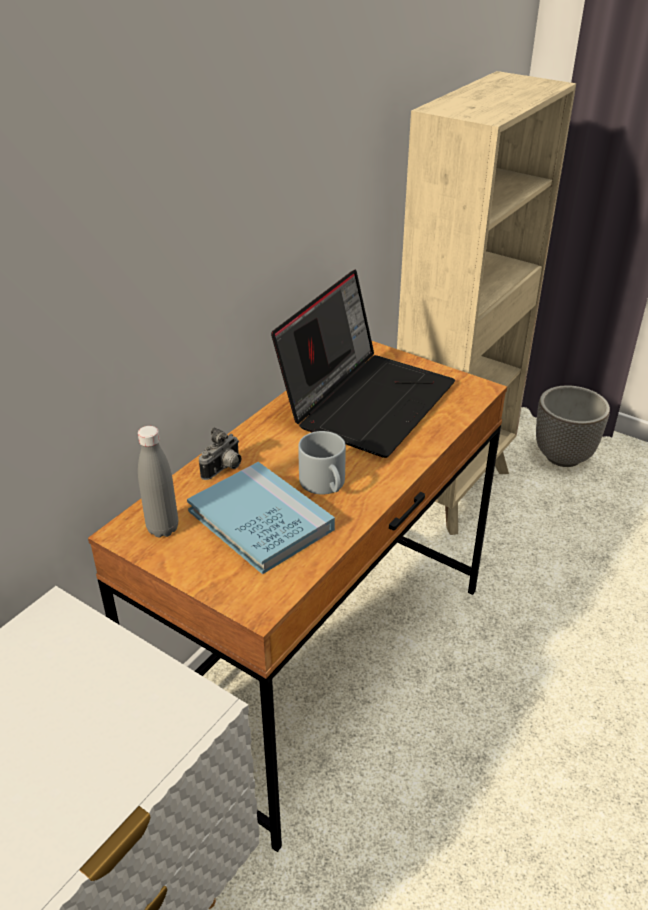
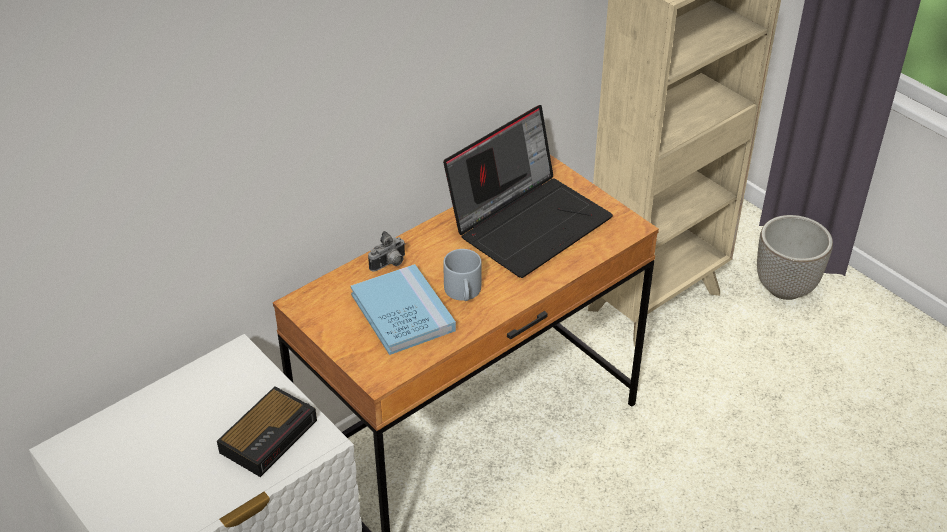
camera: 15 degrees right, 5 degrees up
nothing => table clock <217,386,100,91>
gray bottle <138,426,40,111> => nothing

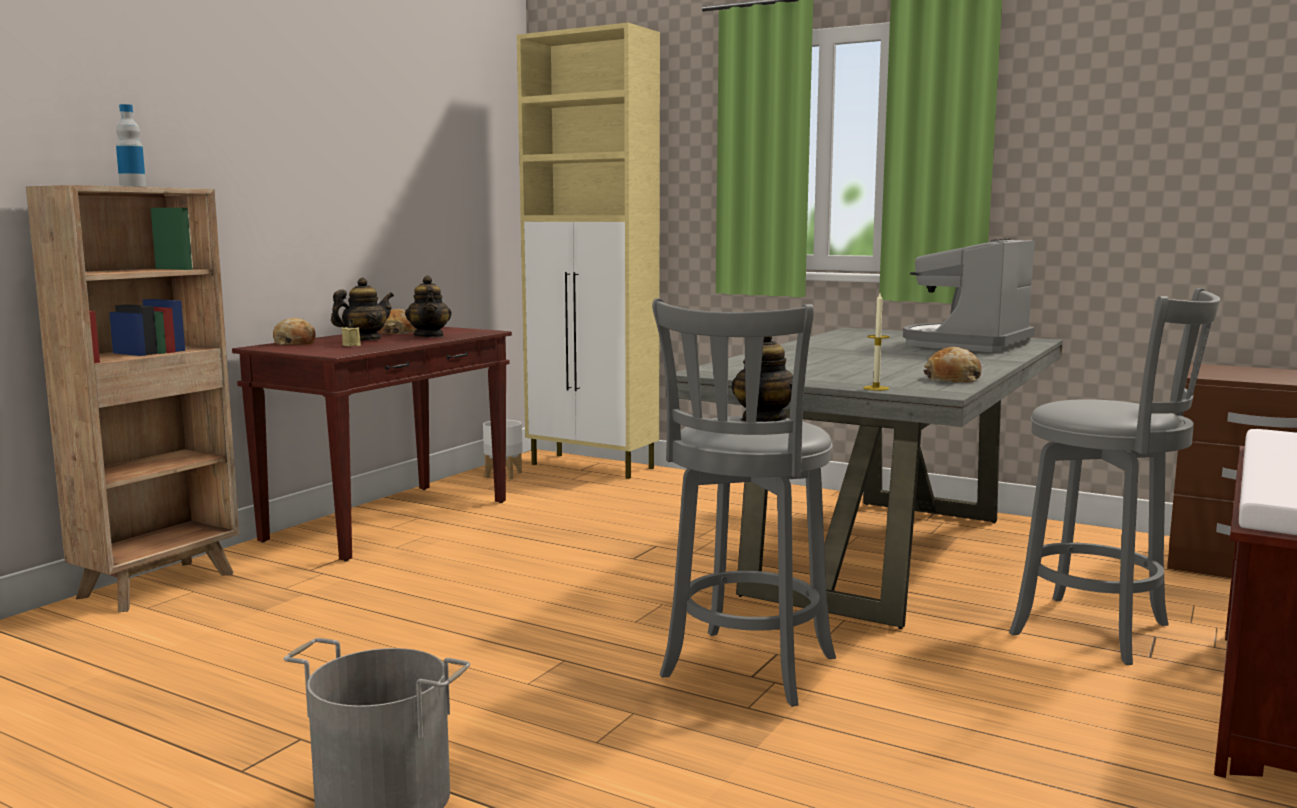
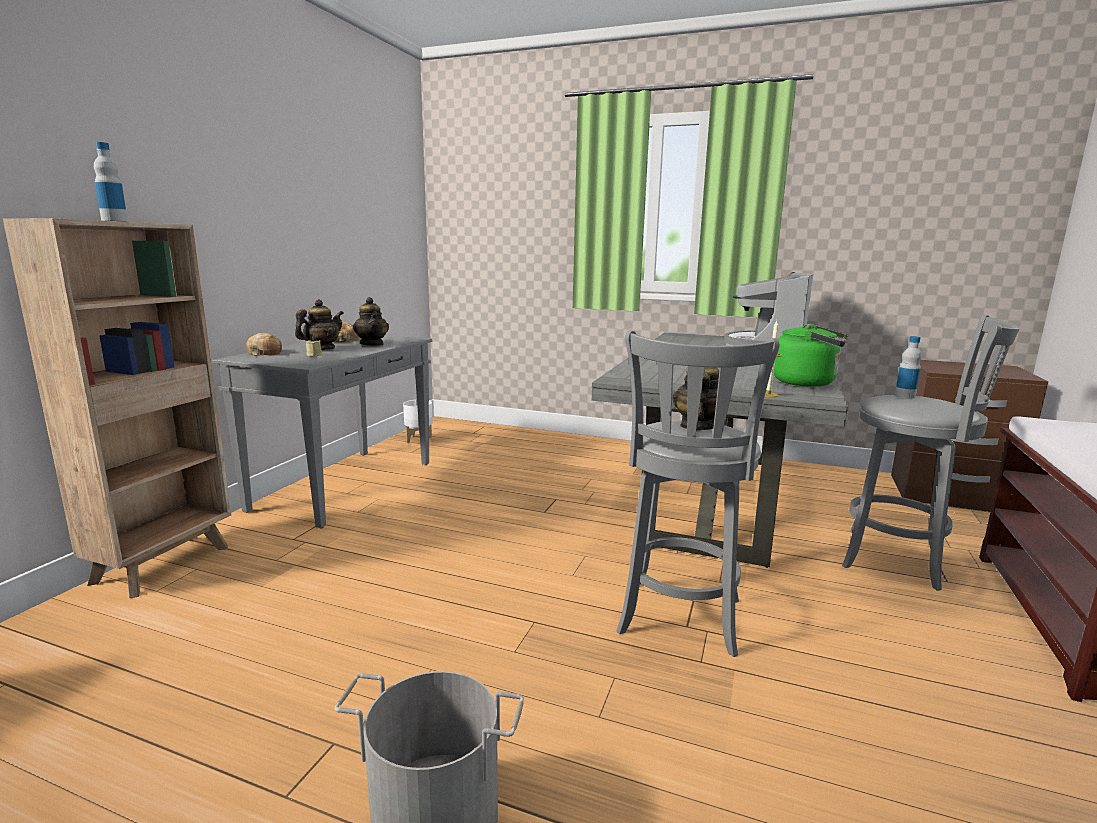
camera: 10 degrees left, 5 degrees up
brownish console table <232,327,280,235> => gray console table <212,335,220,193>
bakery bread <924,347,57,35> => greenish tea kettle <773,324,75,63>
nothing => bottle <895,336,27,63>
beige storage cabinet <517,23,143,456> => nothing

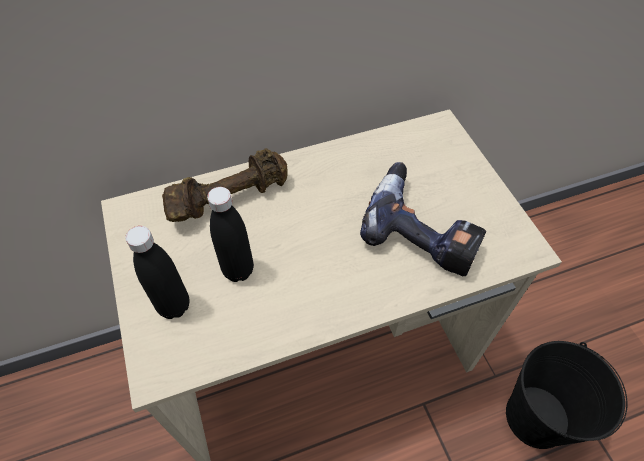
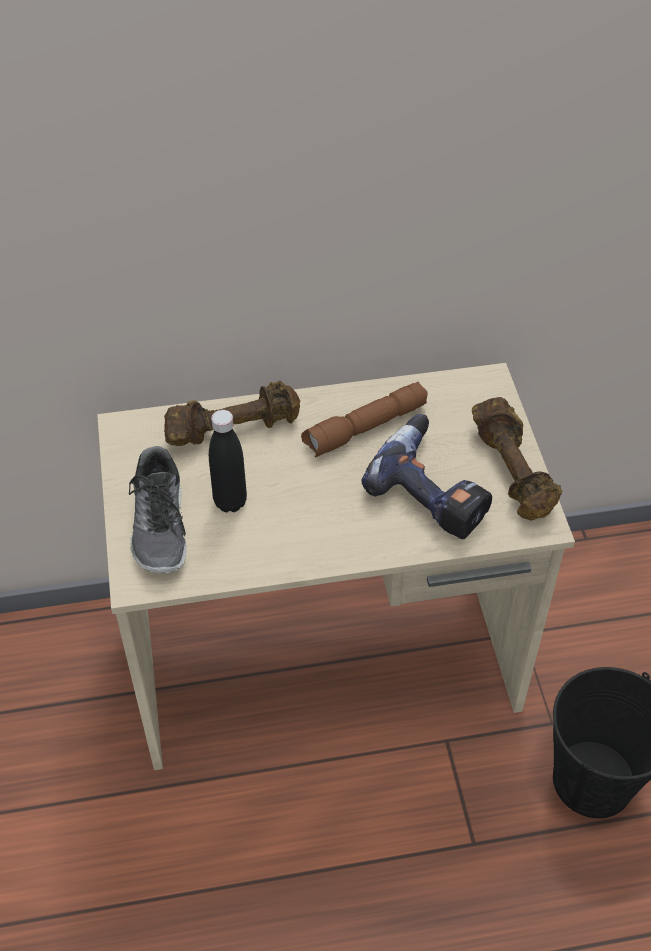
camera: 10 degrees right, 5 degrees down
blackish bottle <125,226,65,93> => item of footwear <129,446,57,127>
nothing => brownish torch <301,382,127,76>
nothing => brownish free weight <472,397,90,123>

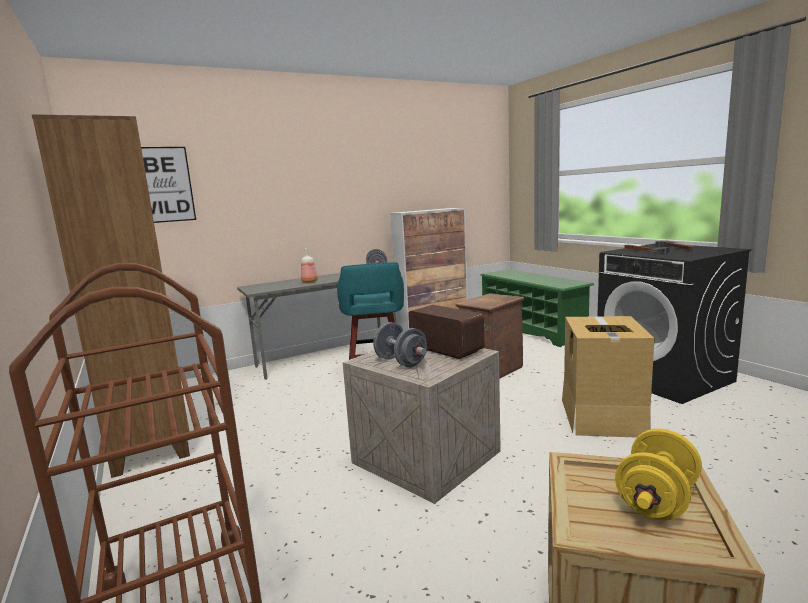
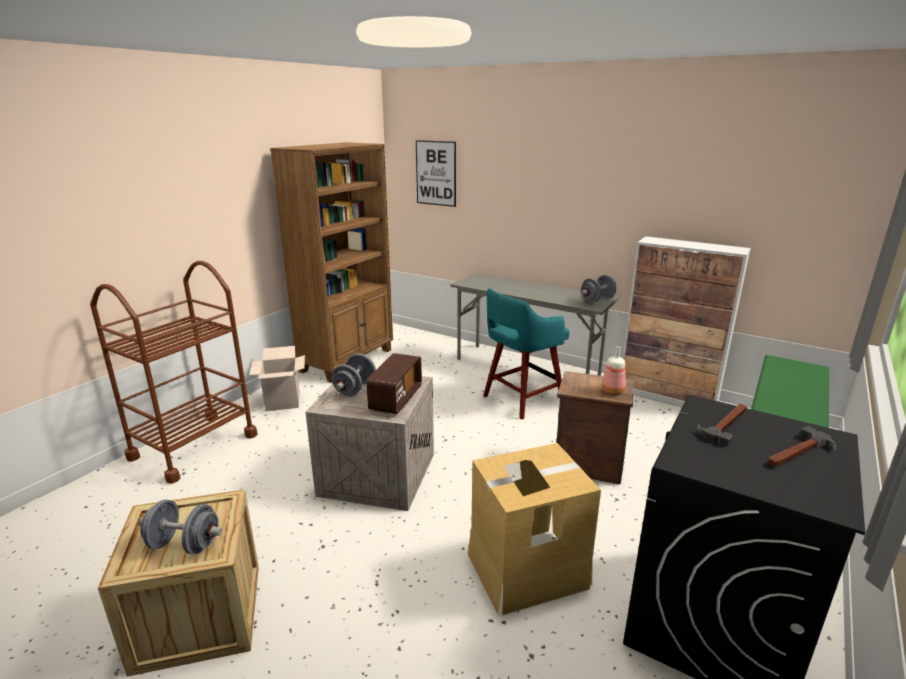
camera: 60 degrees right, 10 degrees up
yellow-coloured free weight <615,429,87,91> => gray free weight <138,500,84,54>
nothing => packing box <249,346,56,65>
bottle <301,248,17,35> => bottle <601,346,25,48>, move

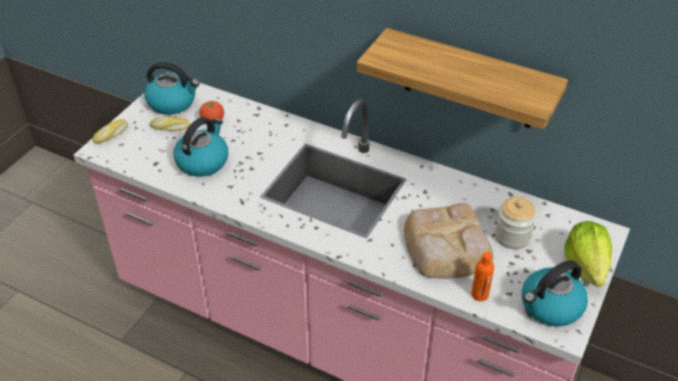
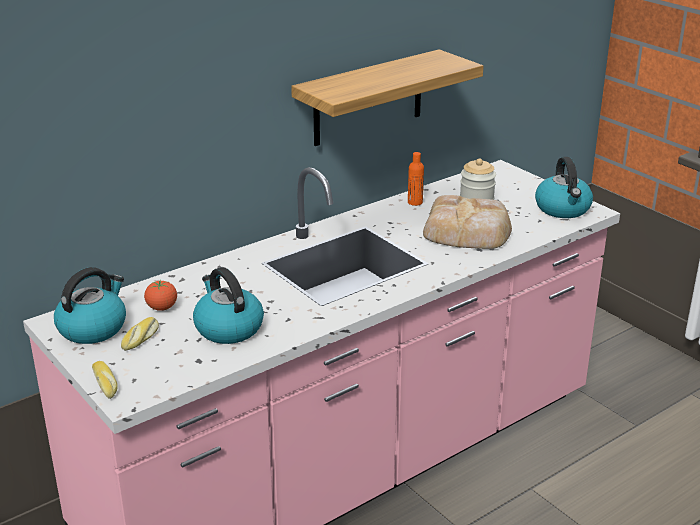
camera: 65 degrees left, 15 degrees down
orangey bottle <471,252,23,49> => orangey bottle <408,152,16,54>, move
head of lettuce <564,221,48,65> => nothing

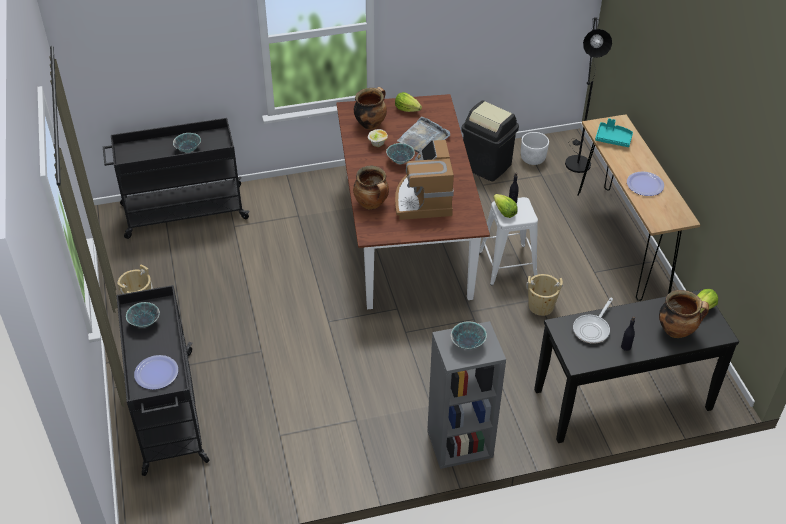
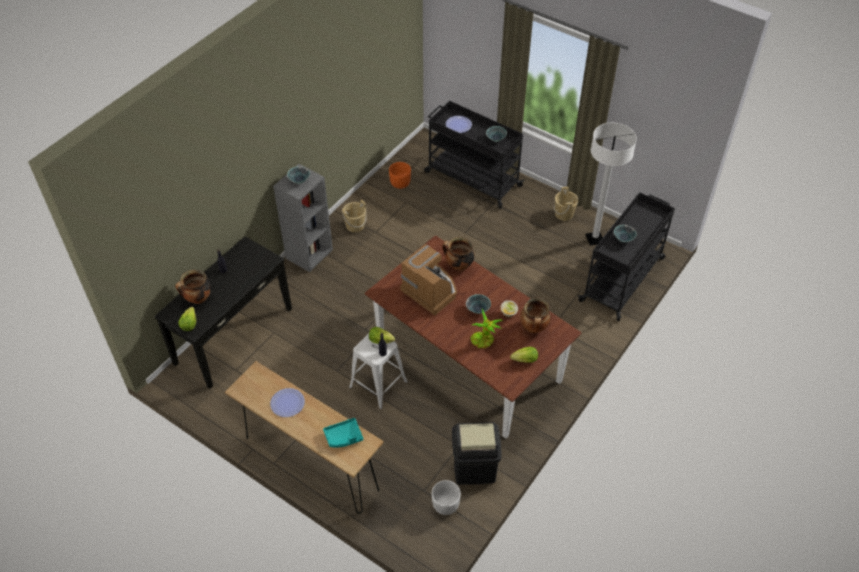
camera: 140 degrees right, 5 degrees up
beige bucket <526,274,37,42> => beige bucket <342,200,25,32>, move
nothing => orangey flower pot <389,162,22,27>
gray serving tray <397,116,53,37> => houseplant <471,309,32,39>
nothing => white-coloured standard lamp <585,123,52,123>
blackish standard lamp <565,17,47,156> => nothing
pan <573,298,40,46> => nothing

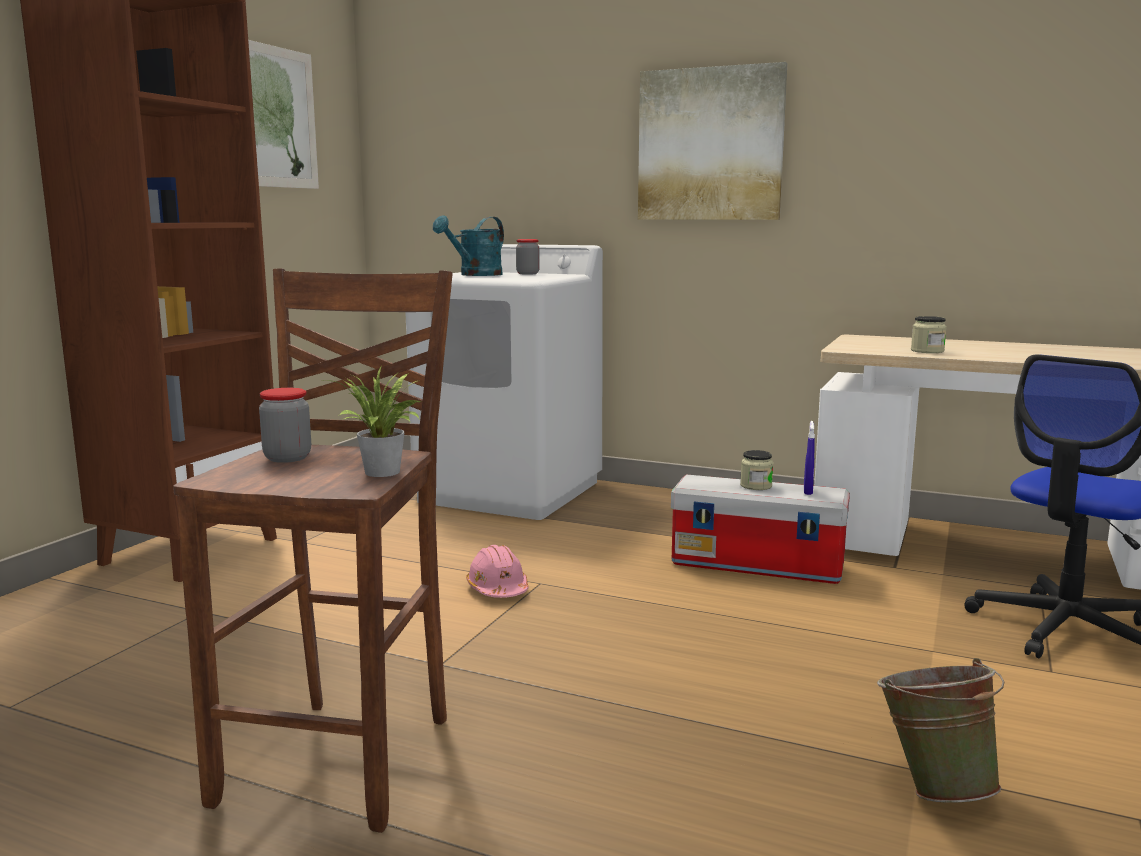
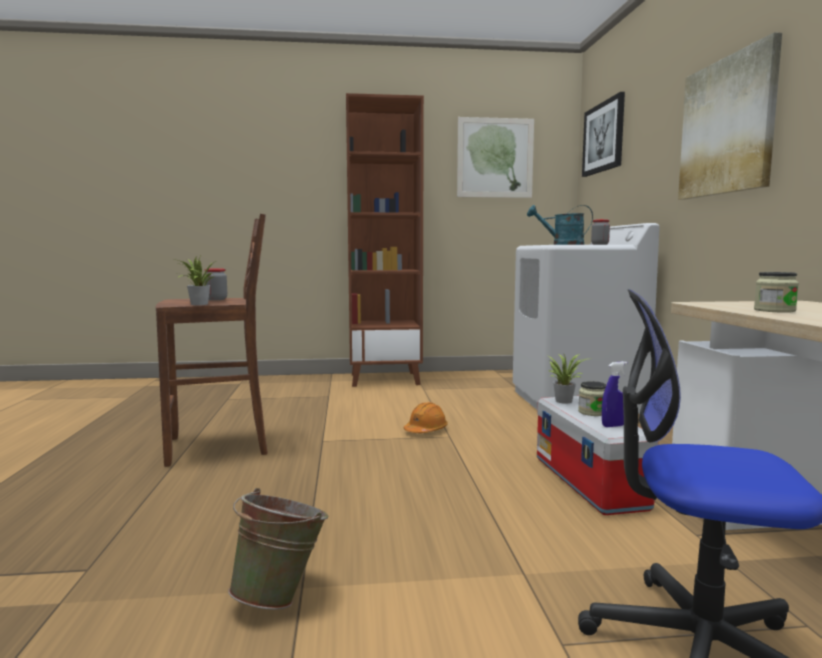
camera: 60 degrees right, 5 degrees down
pink safety helmet <466,545,63,53> => orangey safety helmet <404,402,44,31>
nothing => houseplant <548,353,39,51>
nothing => picture <582,92,43,85>

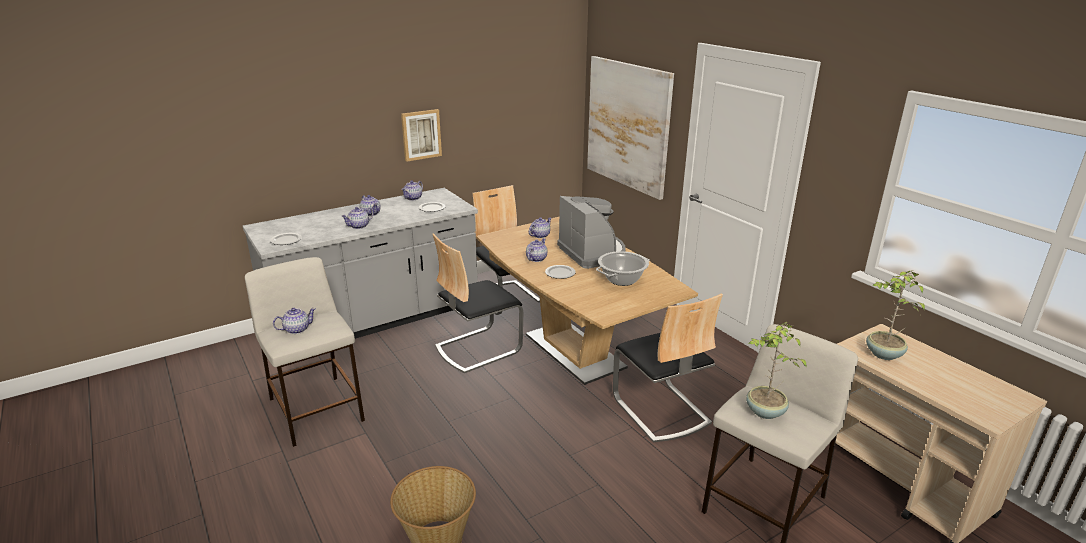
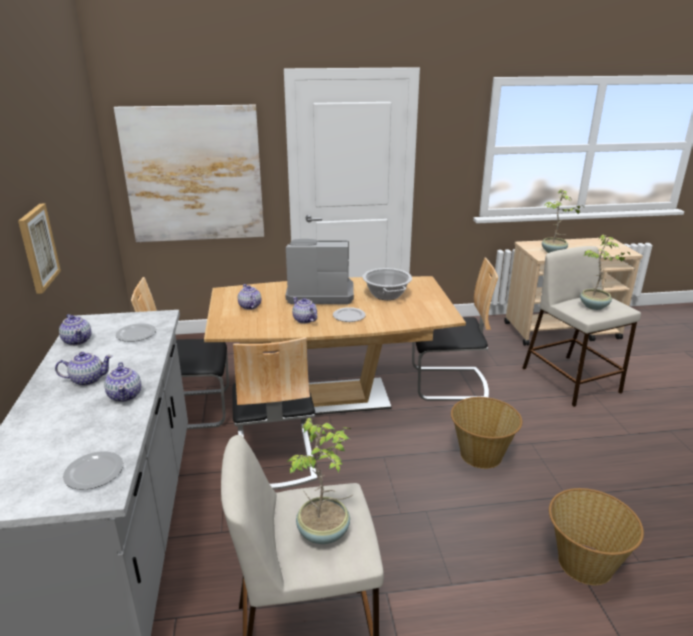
camera: 65 degrees left, 0 degrees up
tea pot <273,308,43,26> => houseplant <287,418,65,126>
nothing => household basket <451,397,71,72>

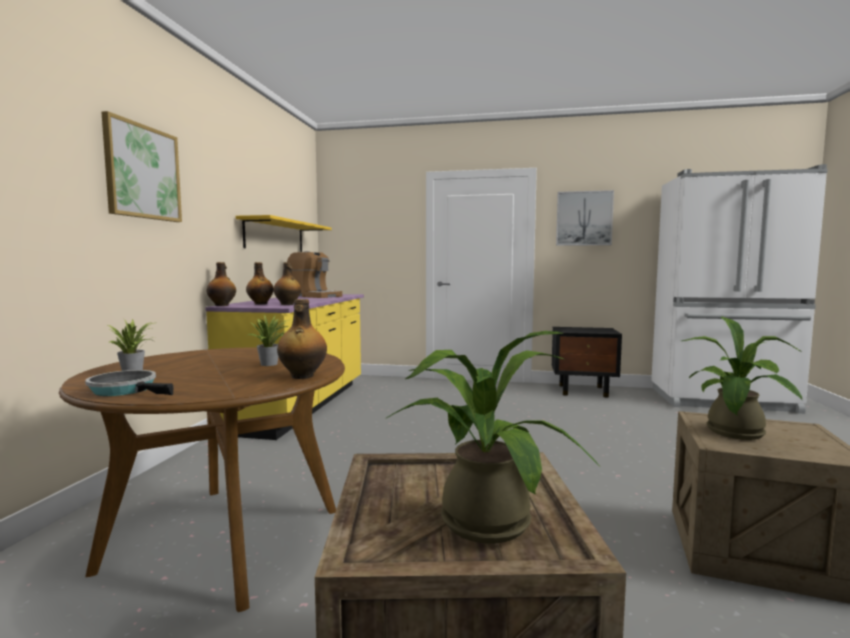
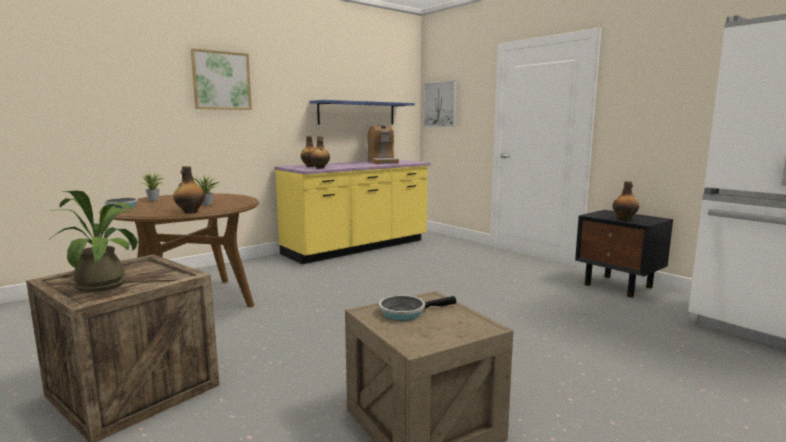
camera: 40 degrees right, 5 degrees up
yellow-coloured shelf <236,215,96,37> => bluish shelf <310,100,105,25>
houseplant <682,317,120,123> => pan <379,295,77,26>
picture <556,190,58,56> => picture <423,81,34,46>, move
bottle <206,262,30,44> => bottle <612,181,27,39>, move

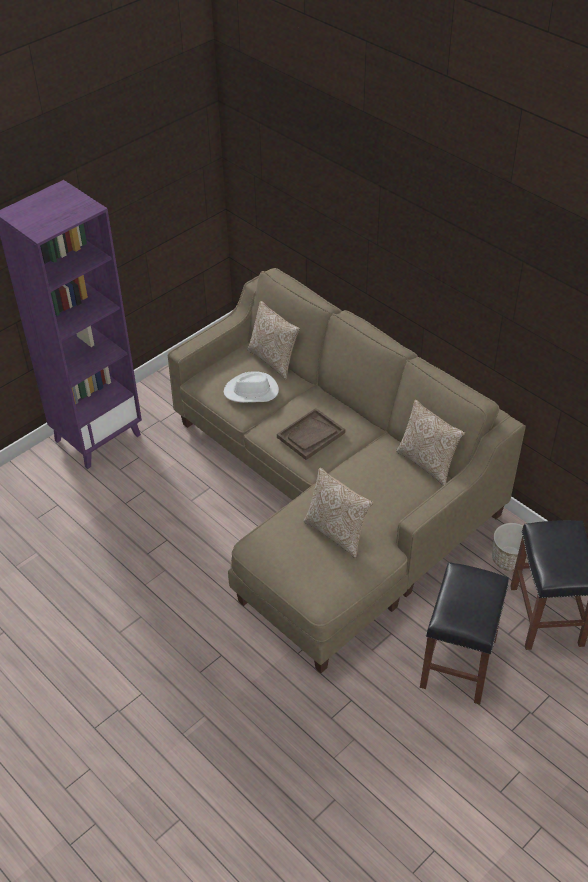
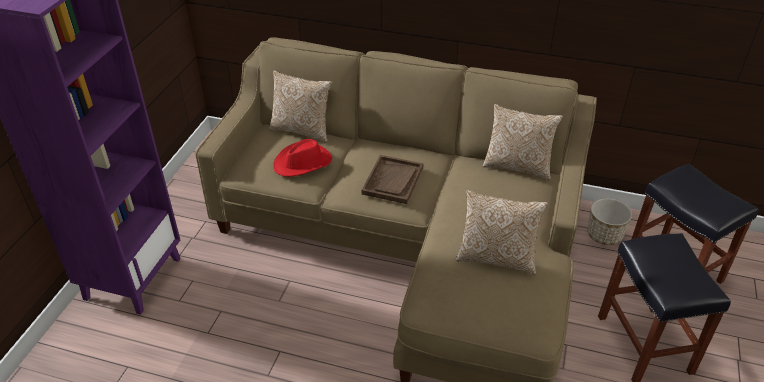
camera: 30 degrees left, 5 degrees down
white-coloured clothing hat <224,371,55,32> => reddish clothing hat <273,139,59,38>

